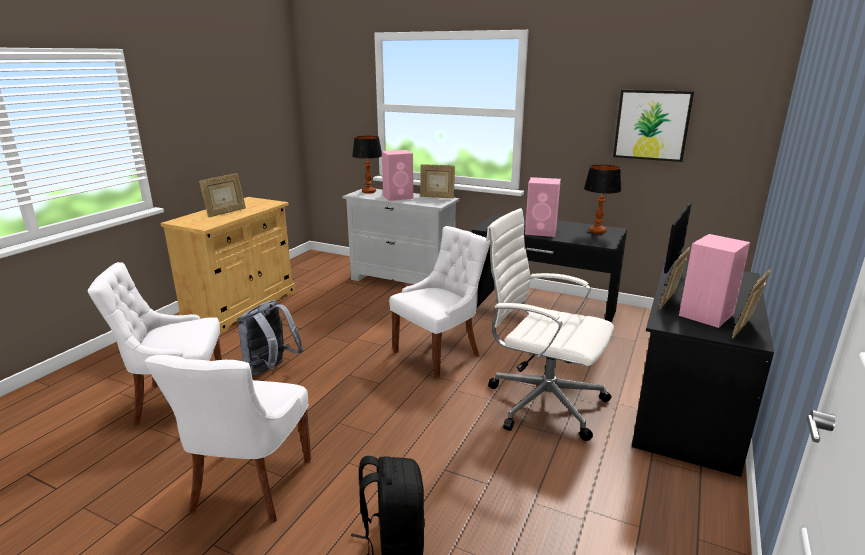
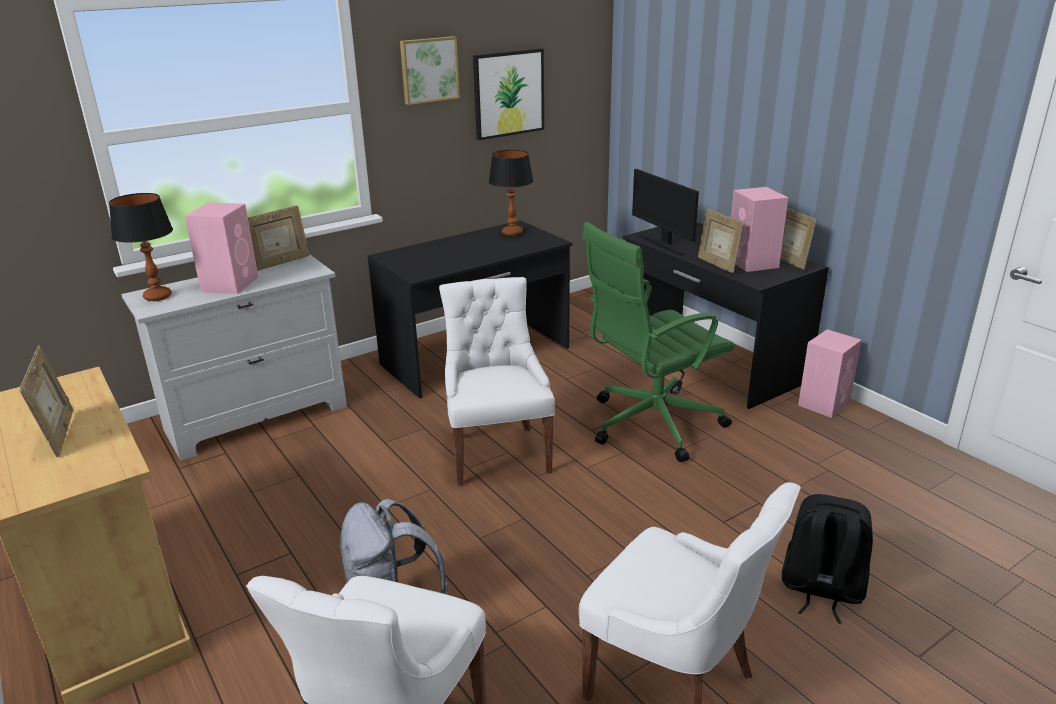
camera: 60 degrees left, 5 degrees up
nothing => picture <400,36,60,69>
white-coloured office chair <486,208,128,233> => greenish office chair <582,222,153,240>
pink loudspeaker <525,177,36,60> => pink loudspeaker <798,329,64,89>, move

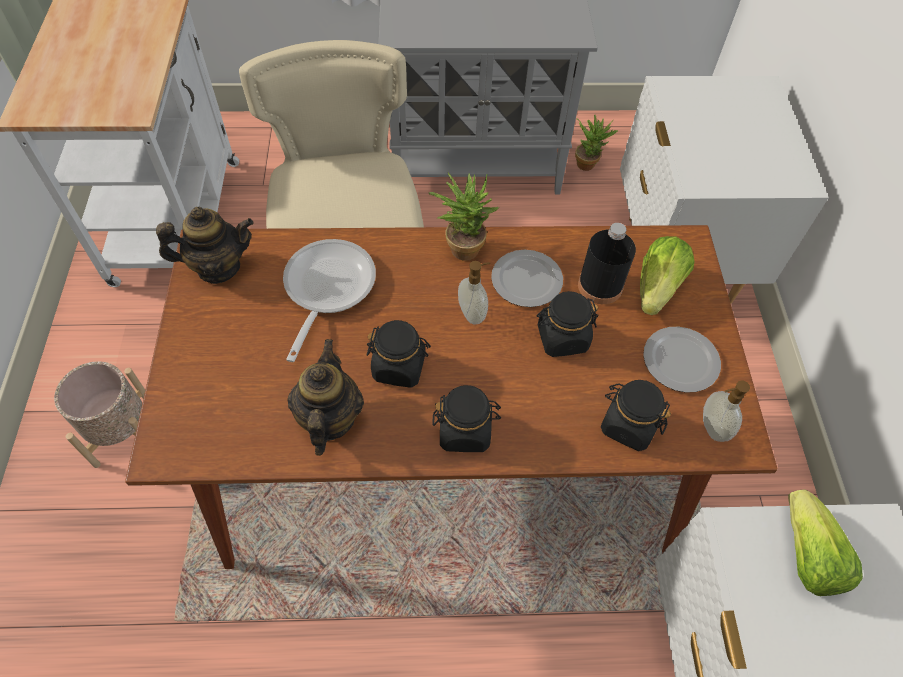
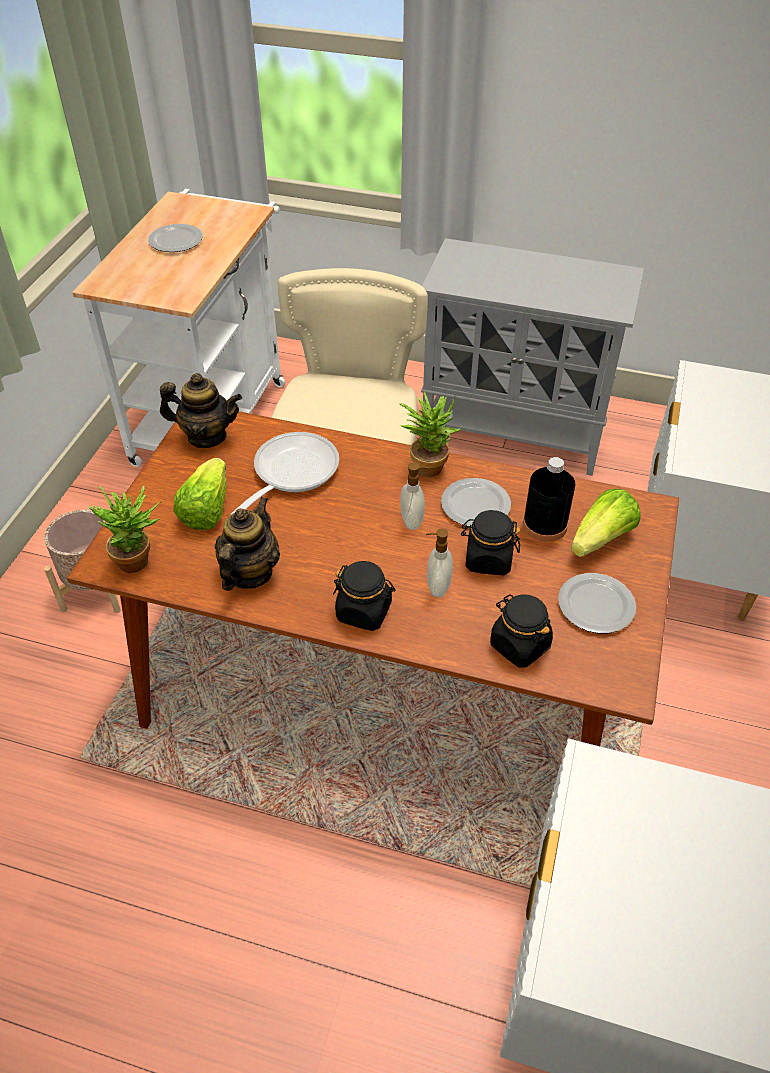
camera: 20 degrees right, 10 degrees down
houseplant <575,114,43,57> => houseplant <88,485,75,88>, move
nothing => plate <148,224,55,28>
head of lettuce <788,489,75,107> => head of lettuce <173,458,54,72>, move
soap bottle <703,381,47,61> => soap bottle <426,528,27,69>, move
blackish preserve jar <366,320,65,68> => nothing

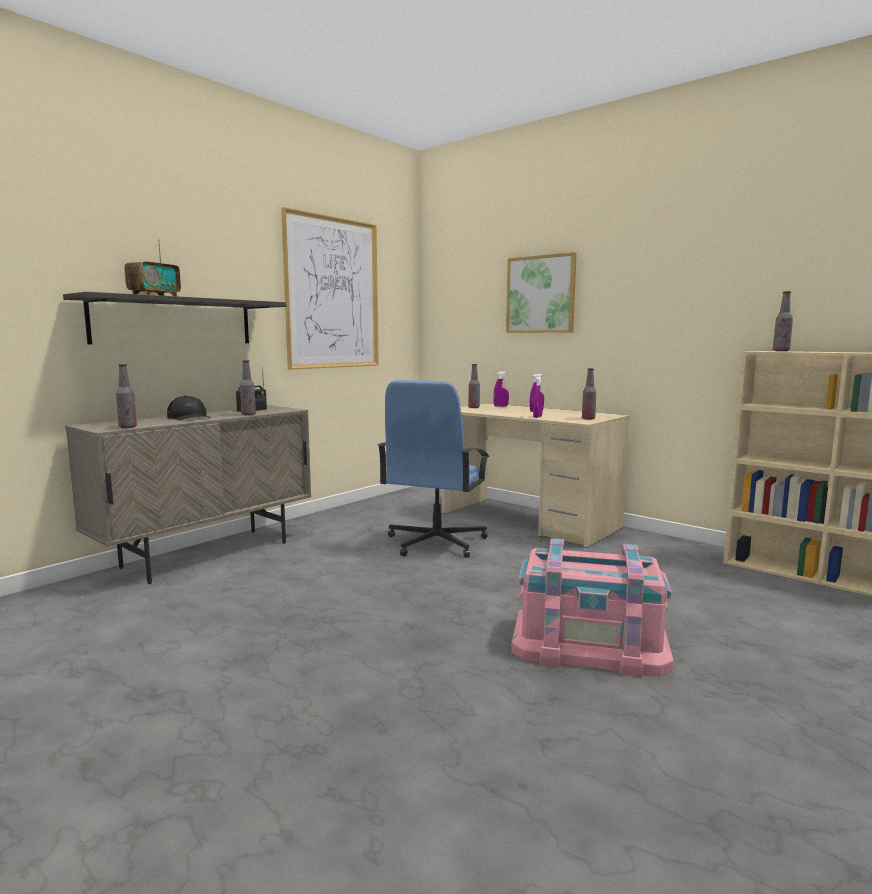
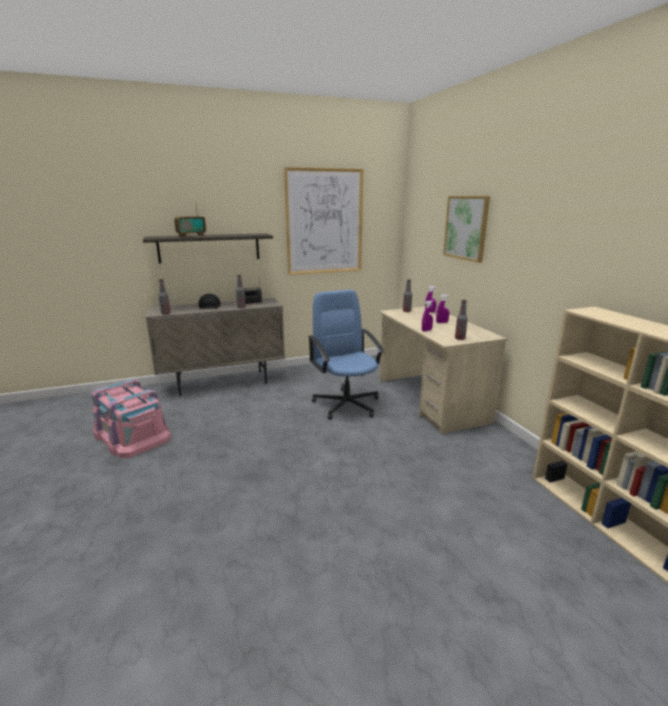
camera: 30 degrees right, 10 degrees up
pink storage container <511,538,162,139> => pink storage container <92,379,79,79>, move
bluish office chair <378,380,112,178> => bluish office chair <308,289,77,131>, 105 degrees clockwise
bottle <773,291,20,60> => nothing

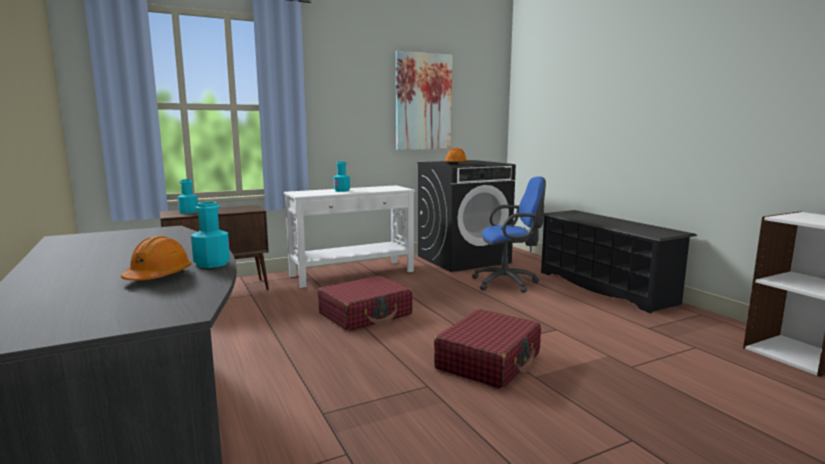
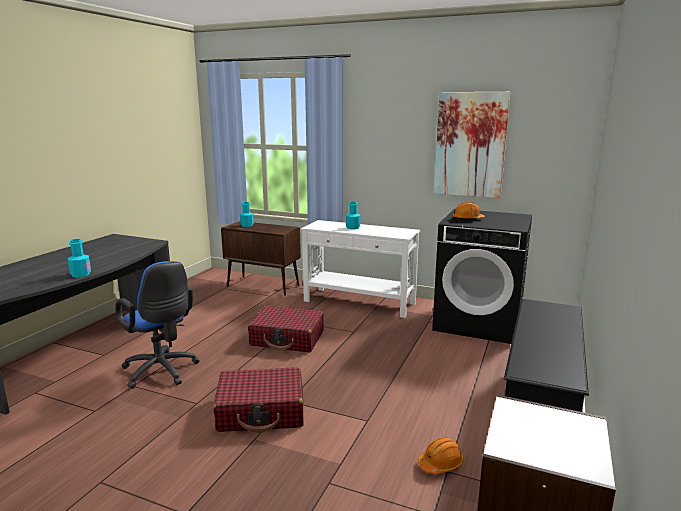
camera: 50 degrees right, 5 degrees up
bluish office chair <472,176,74,117> => bluish office chair <115,261,85,128>, move
orangey safety helmet <121,236,70,44> => orangey safety helmet <418,437,46,37>, move

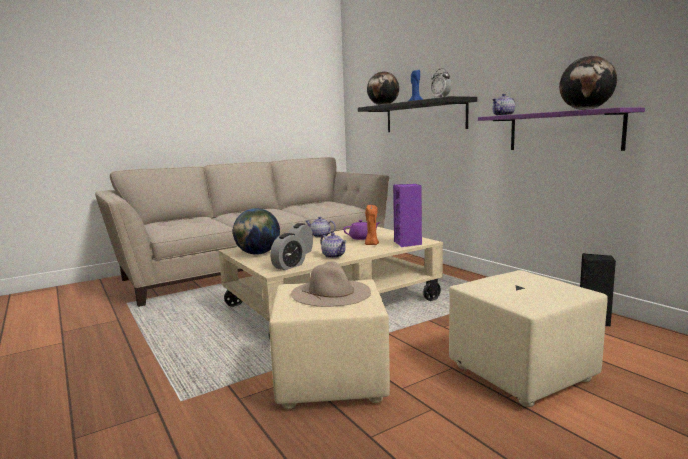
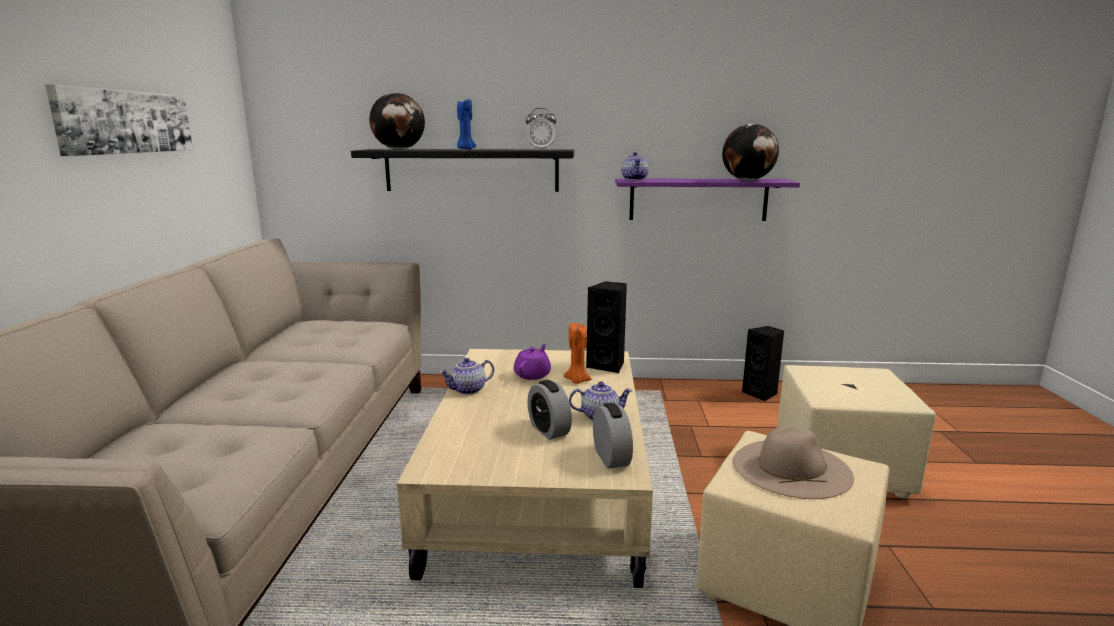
camera: 55 degrees left, 5 degrees up
nothing => picture <45,84,148,72>
purple loudspeaker <393,184,29,63> => blackish loudspeaker <586,281,41,92>
globe <233,208,47,47> => nothing

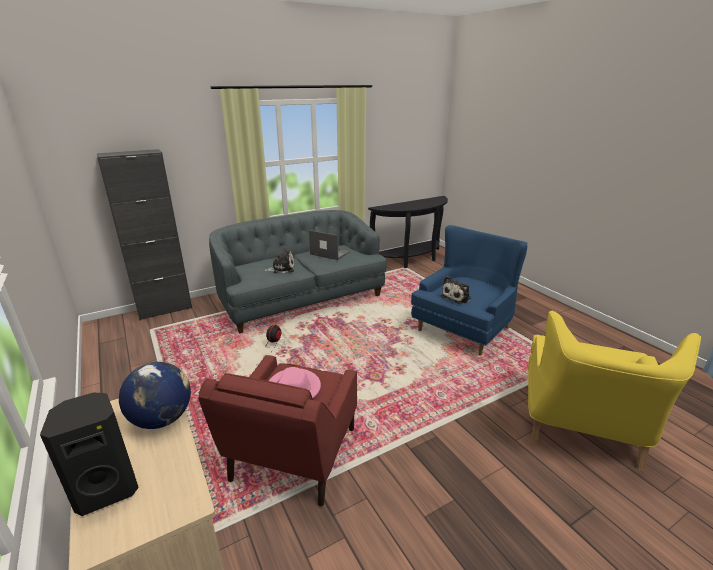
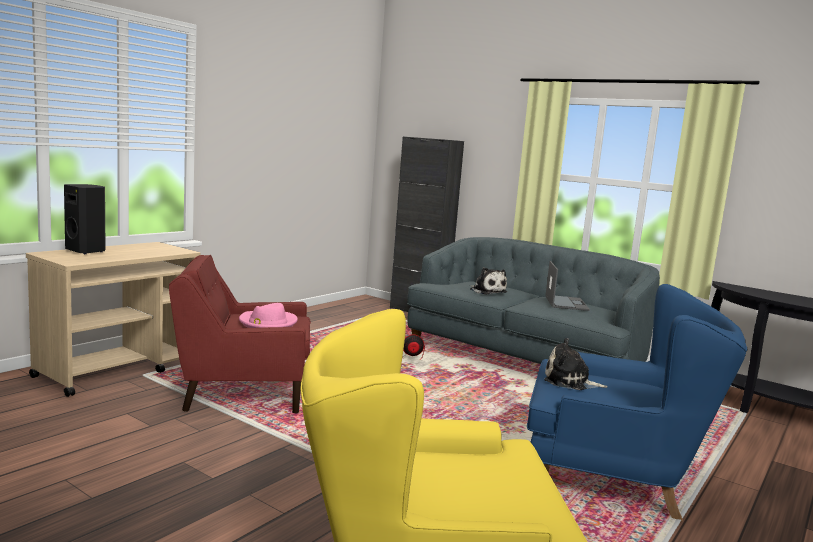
camera: 65 degrees right, 15 degrees down
globe <119,362,72,67> => nothing

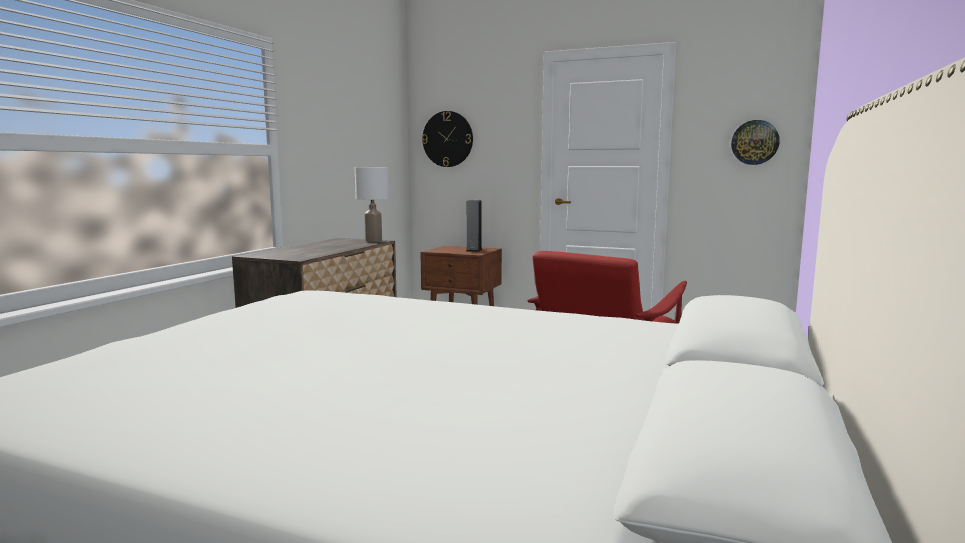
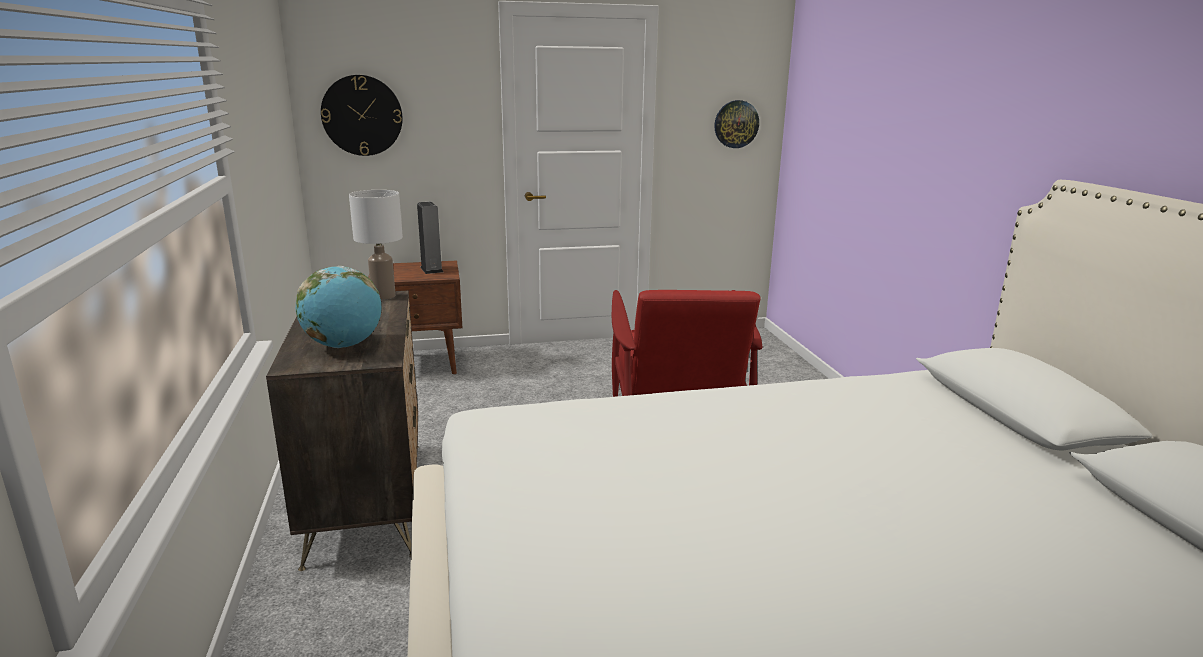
camera: 35 degrees left, 10 degrees up
nothing => globe <296,266,85,82>

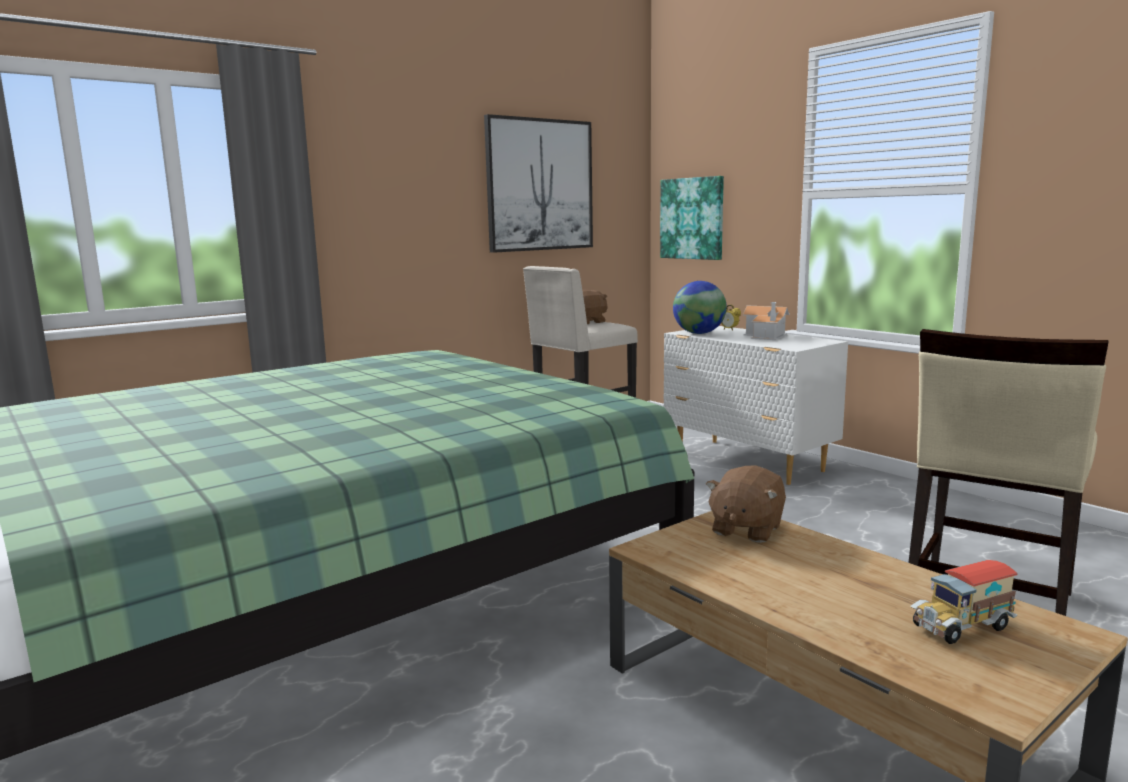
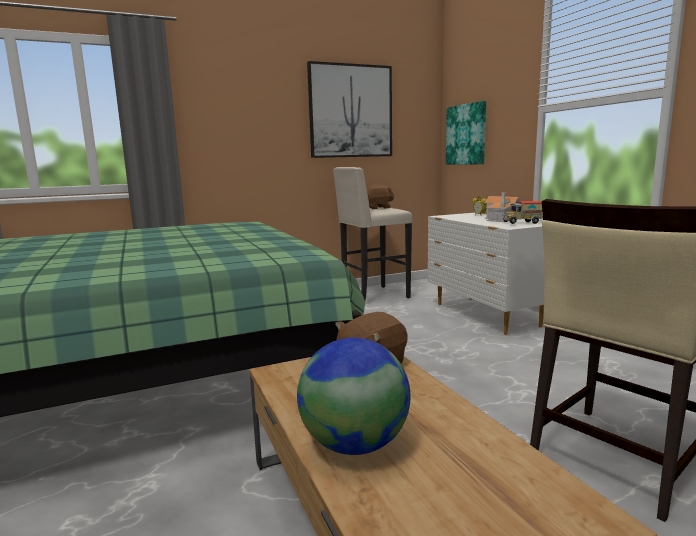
camera: 15 degrees right, 0 degrees up
globe <673,281,54,53> => globe <297,338,113,117>, move
toy truck <910,560,108,84> => toy truck <503,201,40,23>, move

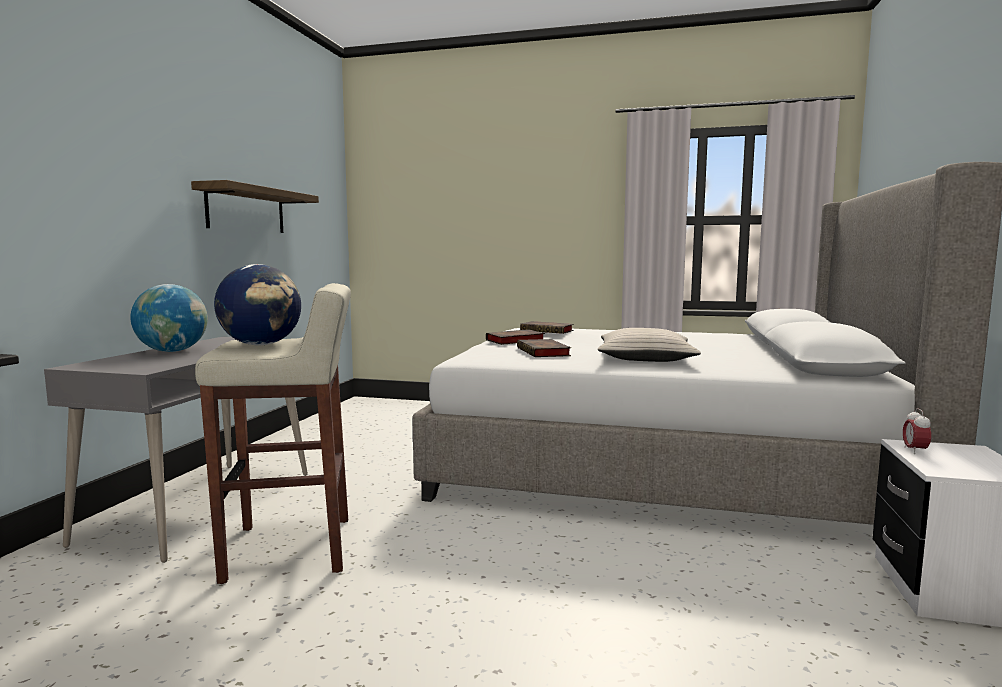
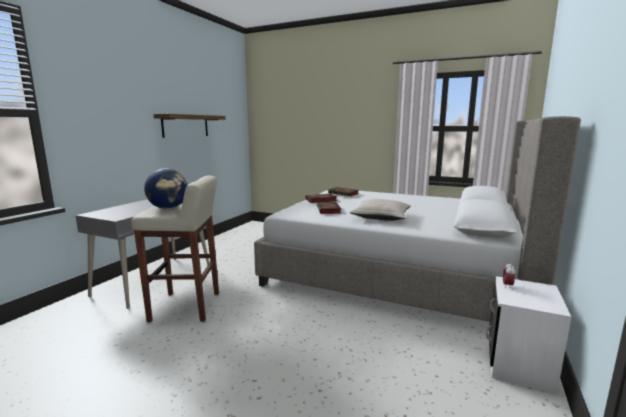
camera: 10 degrees right, 5 degrees up
globe <130,284,78,68> => nothing

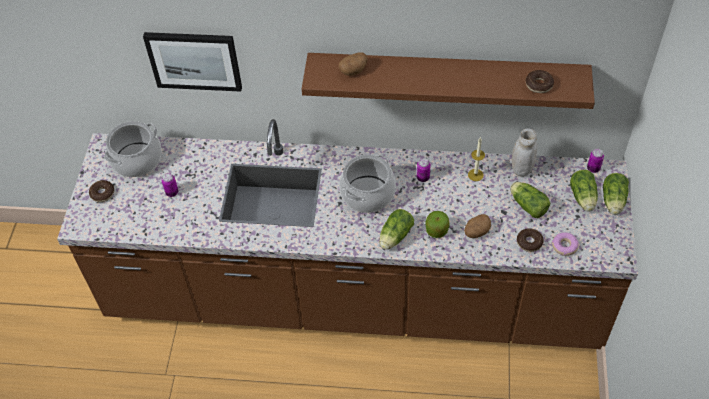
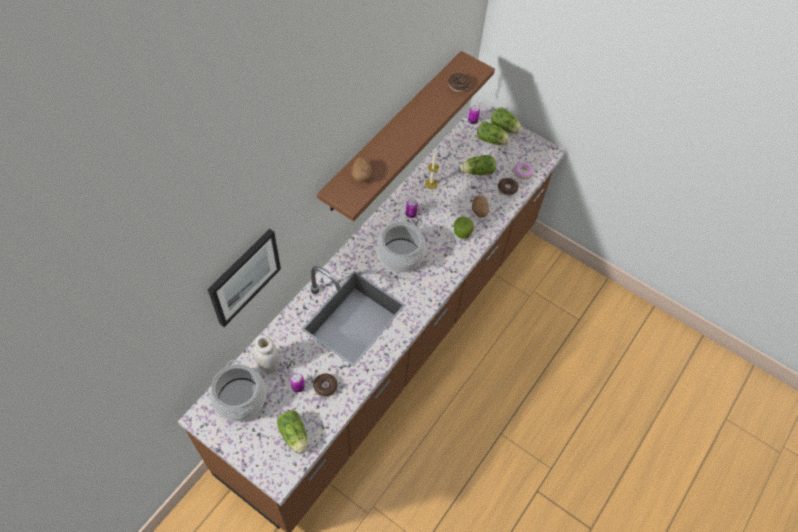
camera: 65 degrees left, 5 degrees up
white-coloured preserve jar <512,128,25,49> => white-coloured preserve jar <253,335,27,38>, move
head of lettuce <379,209,35,40> => head of lettuce <277,410,30,43>, move
doughnut <89,180,25,22> => doughnut <313,373,25,24>, move

